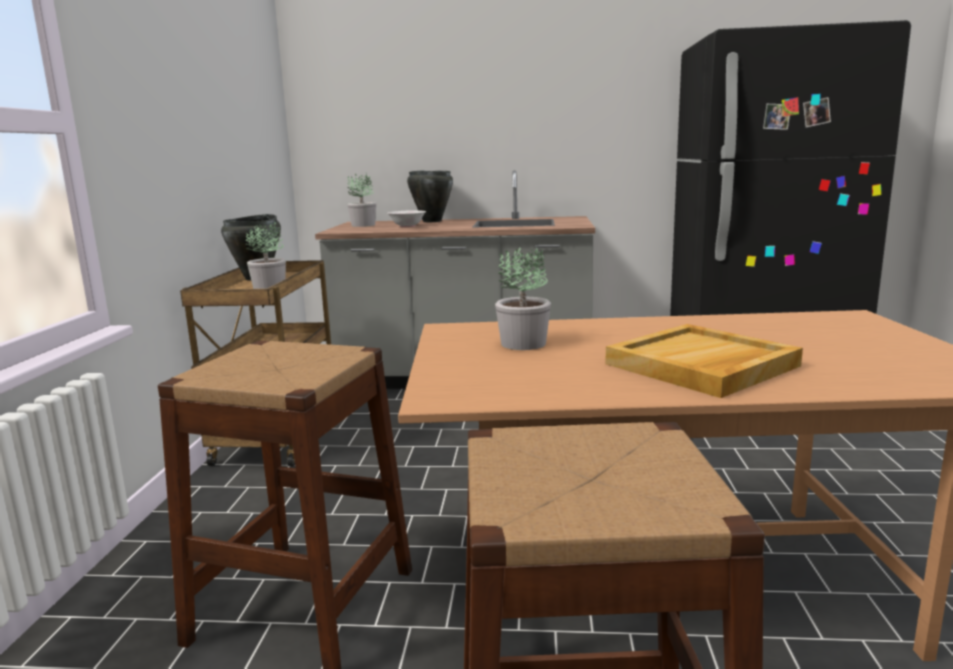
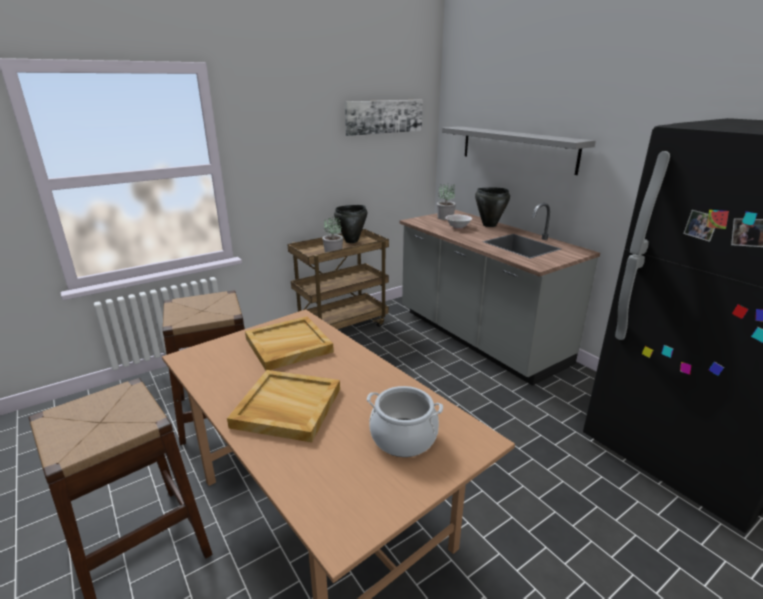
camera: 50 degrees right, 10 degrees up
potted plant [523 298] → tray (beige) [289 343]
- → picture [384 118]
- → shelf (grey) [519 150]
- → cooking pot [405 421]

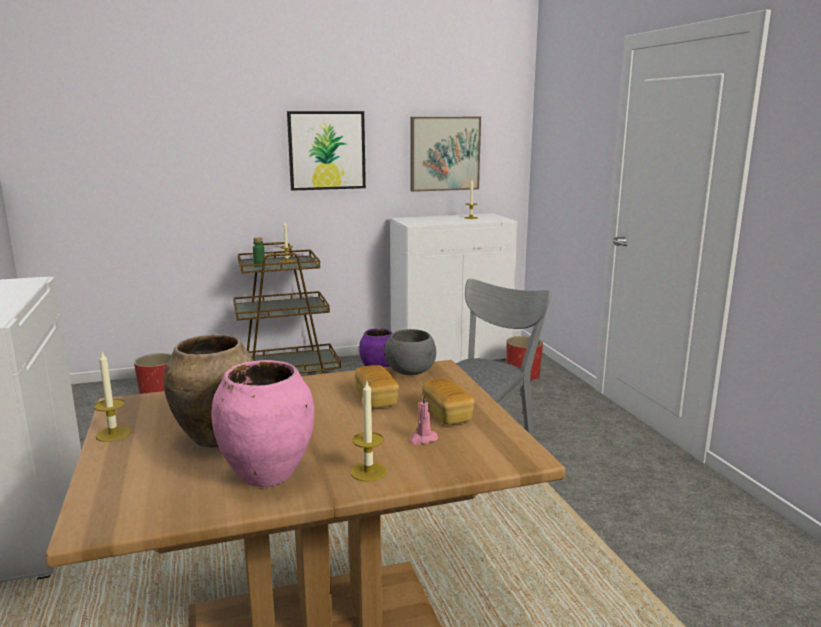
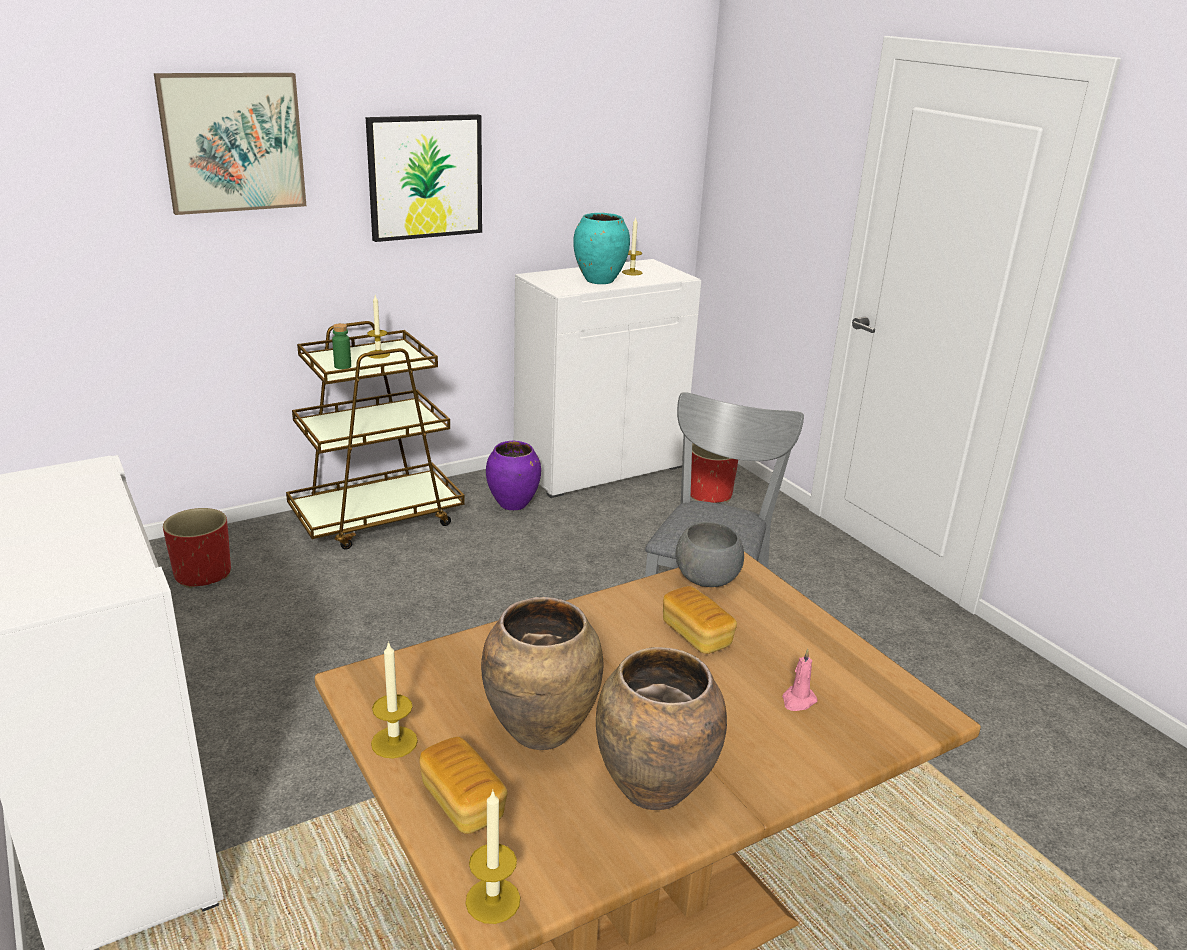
camera: 15 degrees left, 10 degrees up
picture [445 154] → picture [230 144], moved
vase (pink) [262 423] → vase (brown) [661 728]
bread [448 401] → bread [463 785], moved
candle [368 432] → candle [492 856], moved
- → vase (turquoise) [601 248]

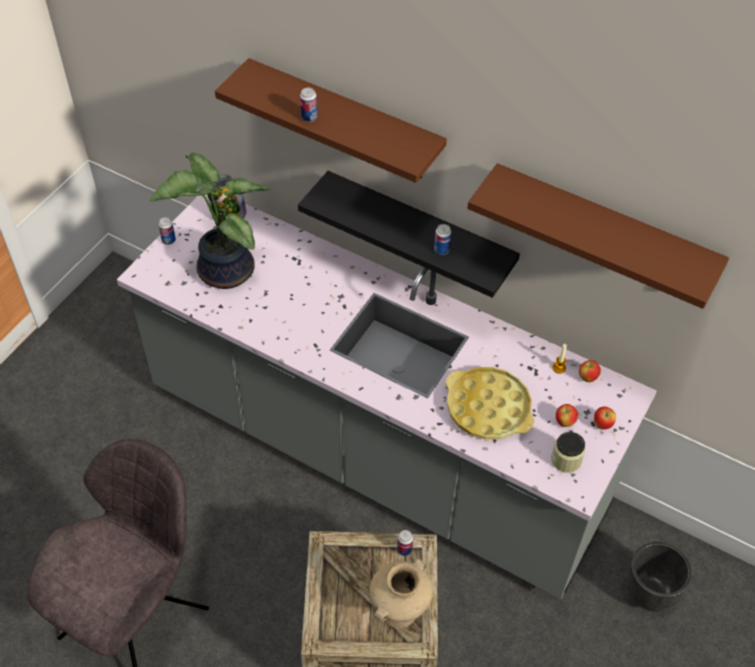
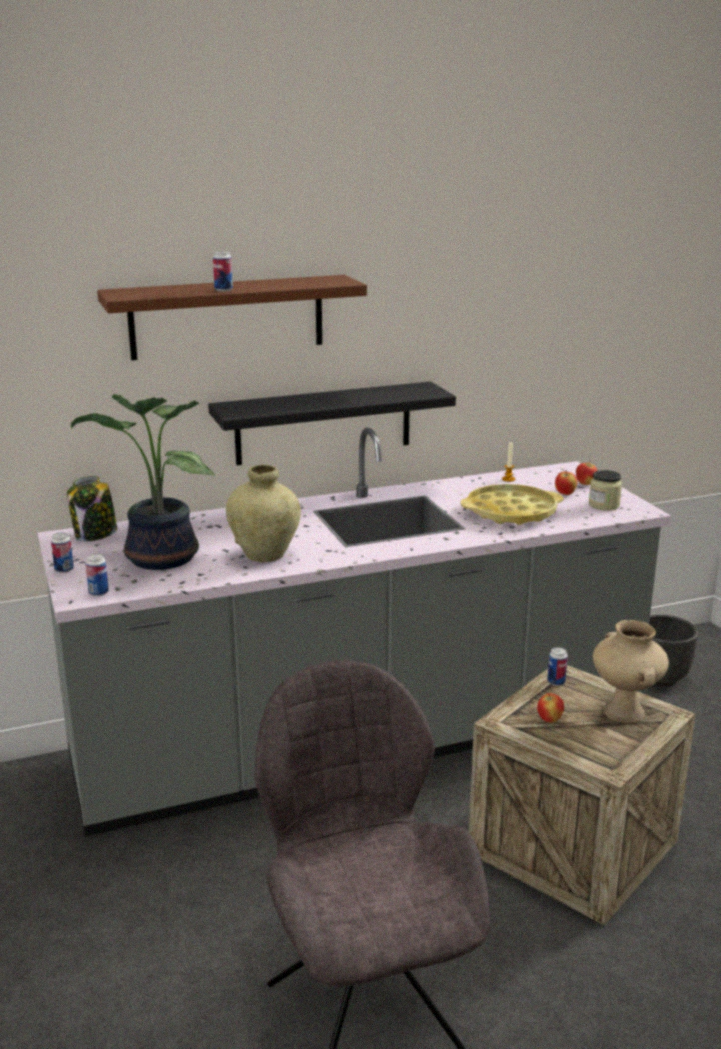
camera: 50 degrees left, 30 degrees down
shelf (brown) [598 236] → -
can [442 239] → can [97 575], moved
apple [590 371] → apple [550 708], moved
- → vase (beige) [263 513]

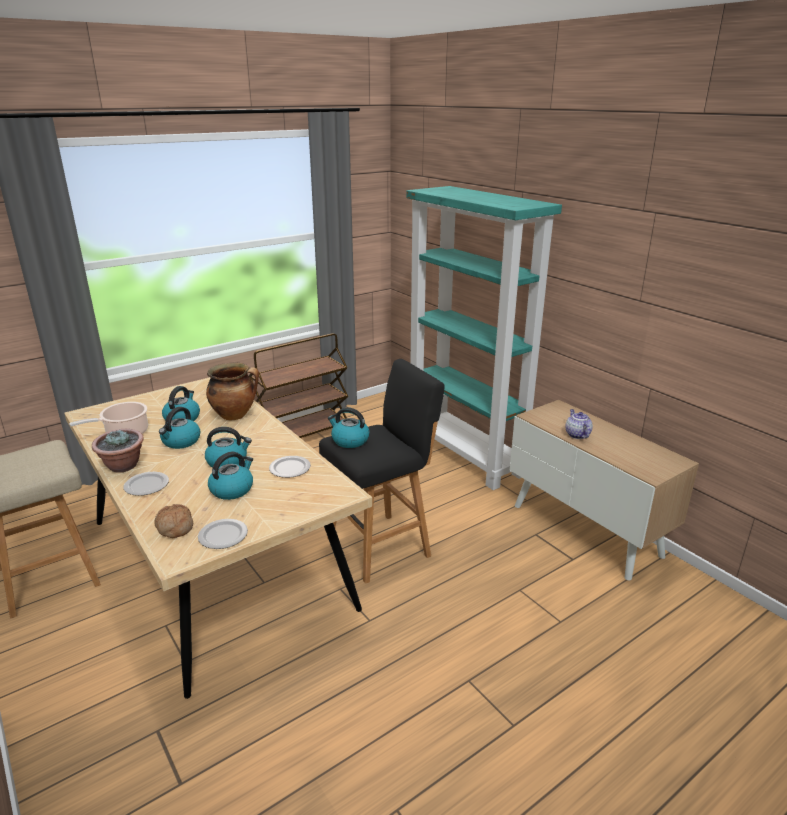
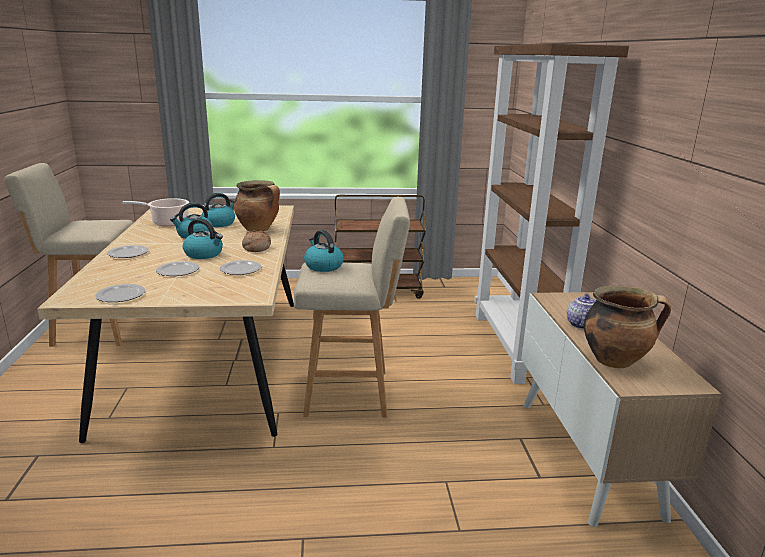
camera: 30 degrees right, 5 degrees down
bookcase (turquoise) [484 338] → bookcase (brown) [551 213]
stool (black) [382 471] → stool (beige) [352 307]
potted plant [118 451] → -
kettle [230 476] → plate [177 268]
bread [173 521] → bread [256 241], moved
- → cooking pot [627 326]

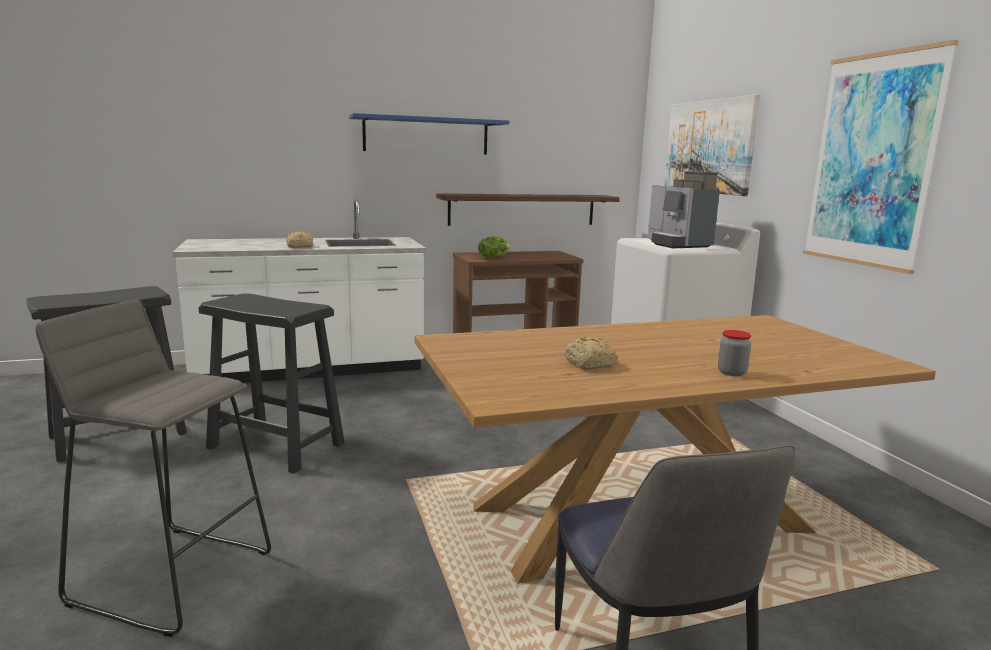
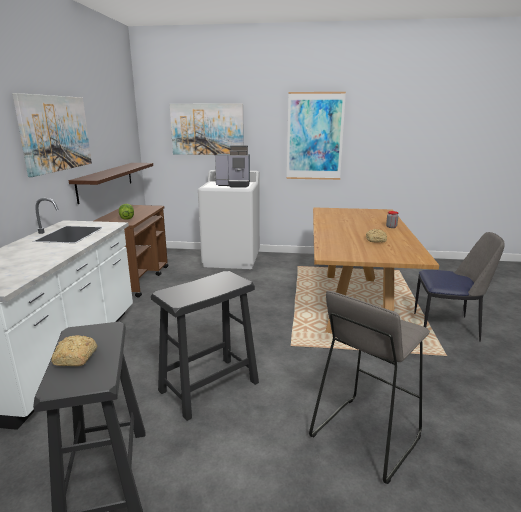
camera: 65 degrees left, 5 degrees up
shelf (blue) [429 134] → picture [52 135]
bread [299 240] → bread [74 350], moved

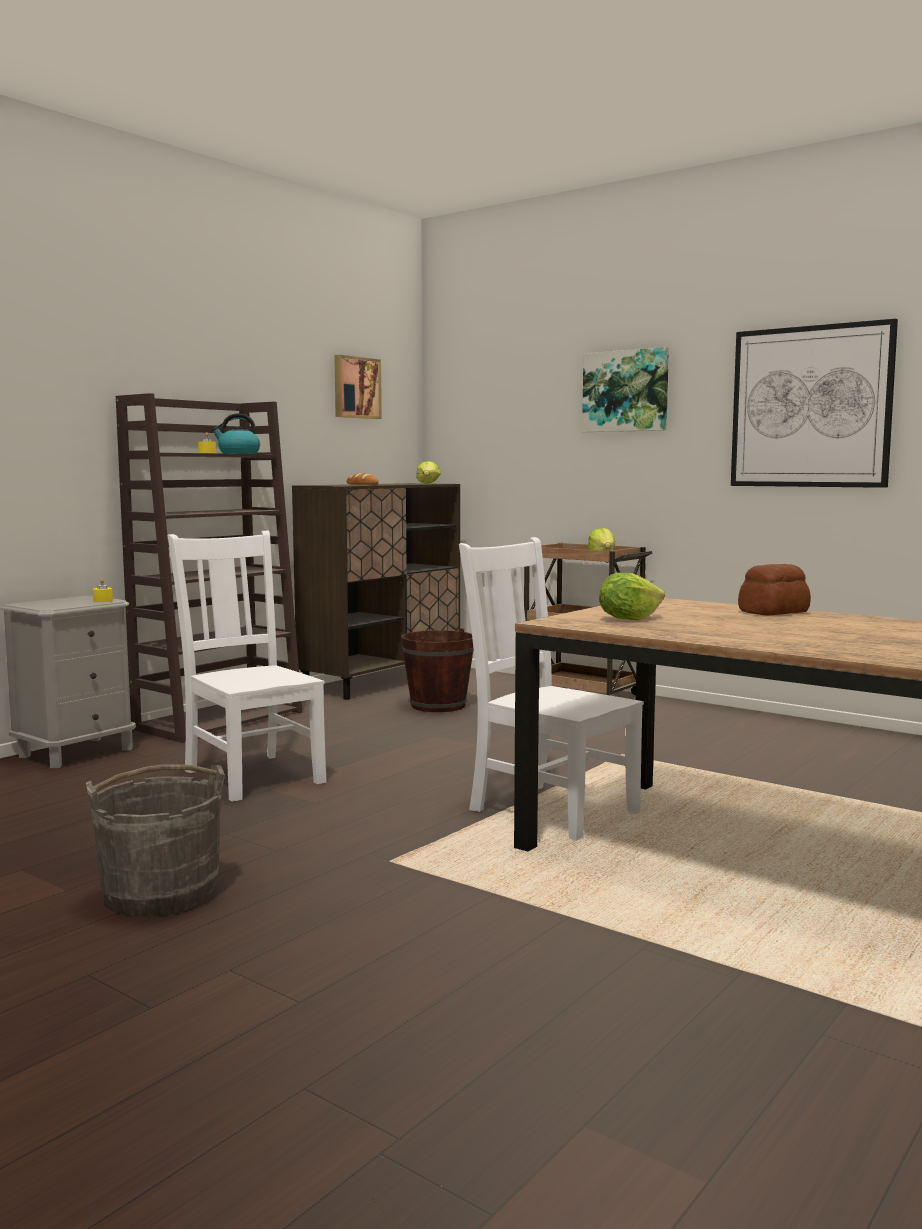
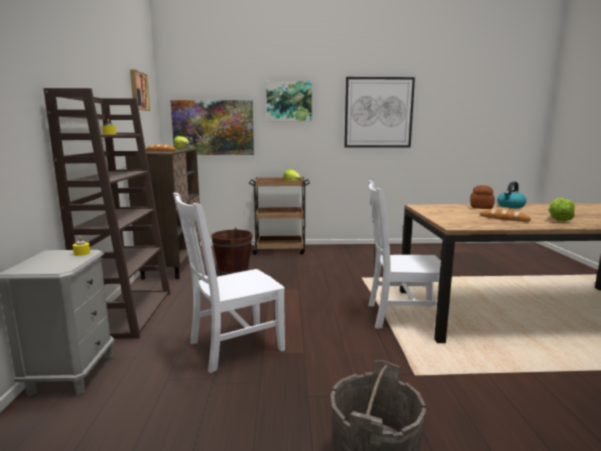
camera: 40 degrees left, 5 degrees up
kettle [236 433] → kettle [512 194], moved
chair (white) [247 666] → chair (white) [229 282], 45 degrees counterclockwise
lettuce [632 597] → lettuce [562 209], moved
- → picture [212 127]
- → bread [505 215]

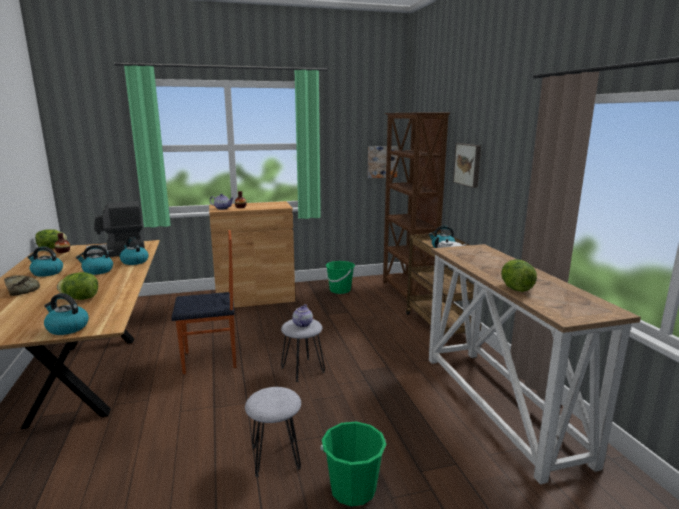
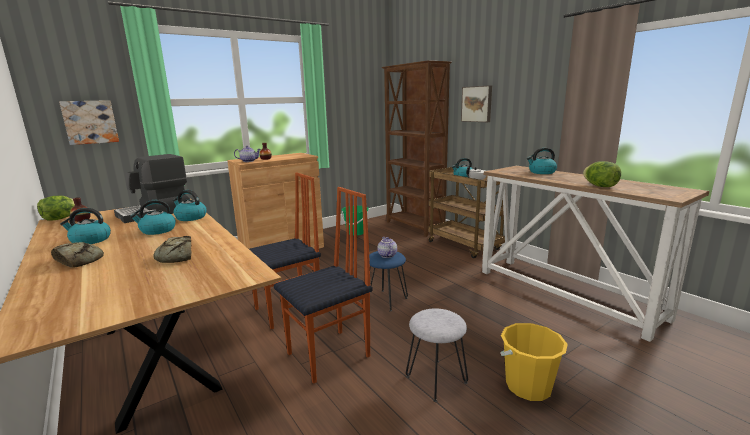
camera: 20 degrees left, 0 degrees up
picture [383 162] → picture [89 122], moved
lettuce [77 286] → bread [172 249]
kettle [66 314] → kettle [542 161], moved
stool (grey) [303 350] → stool (blue) [388 281]
bucket (green) [353 463] → bucket (yellow) [534 362]
- → chair [323 285]

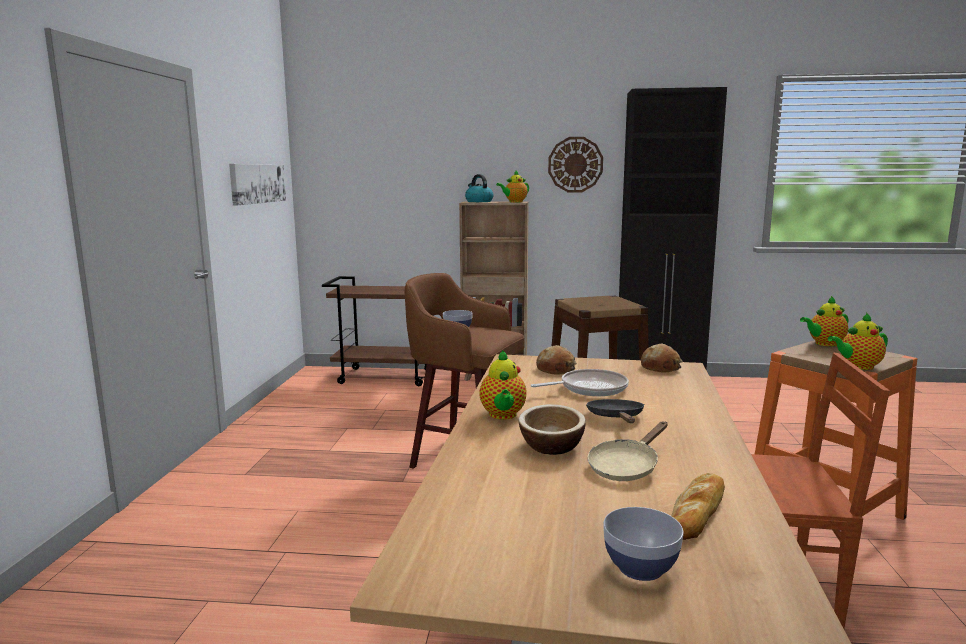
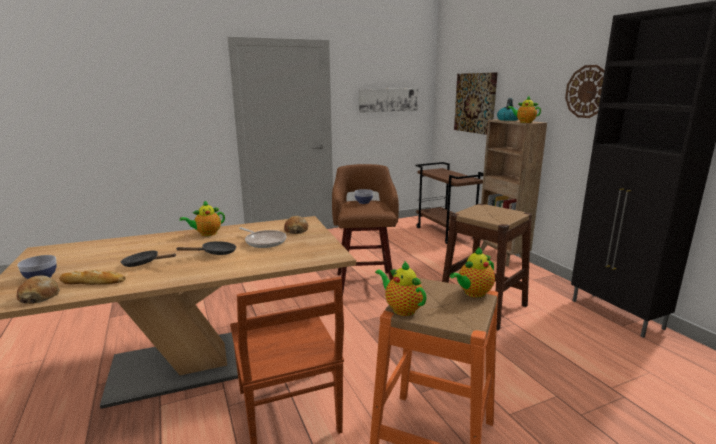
camera: 60 degrees right, 5 degrees up
teapot [824 321] → teapot [472 272], 75 degrees counterclockwise
bread [662 358] → bread [38 289], moved
bowl [552 429] → -
frying pan (beige) [627 451] → frying pan (black) [148 258]
- → picture [475 104]

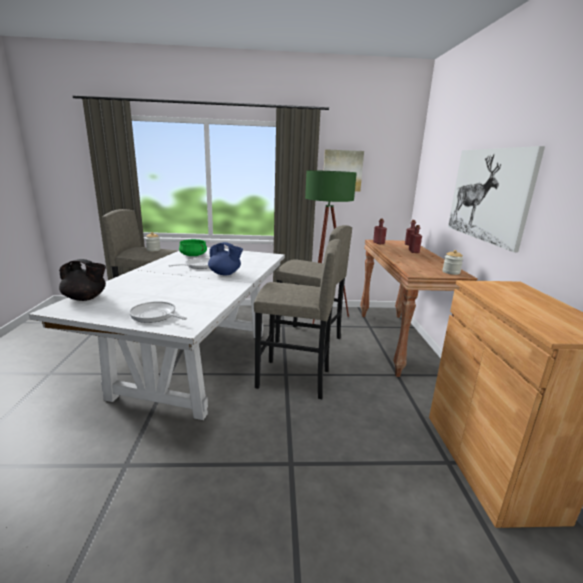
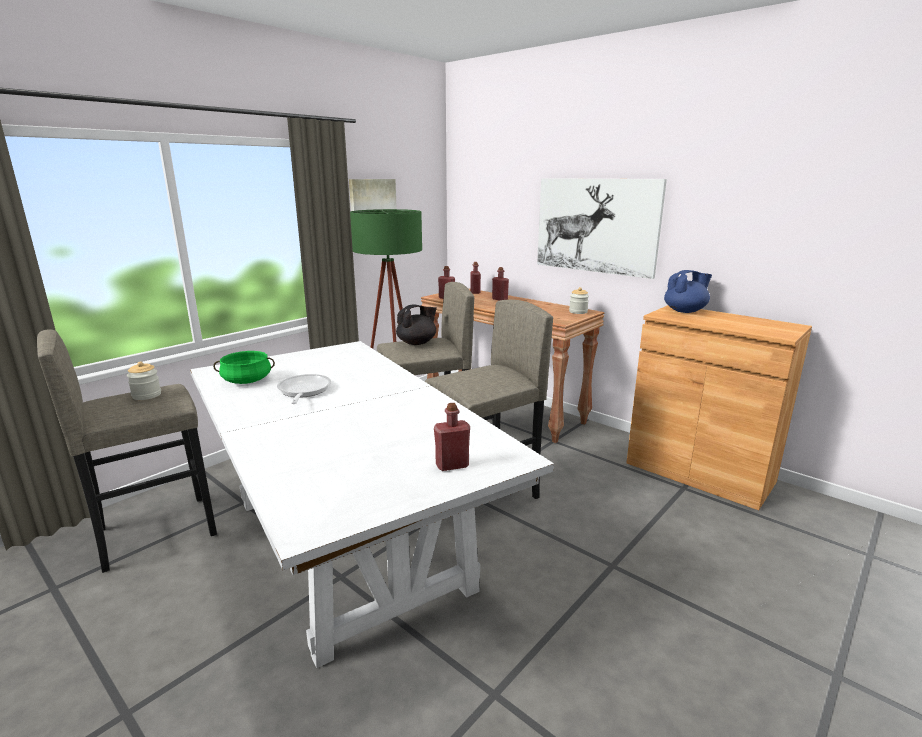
camera: 45 degrees left, 0 degrees up
teapot (blue) [225 259] → teapot (blue) [688 291], moved
teapot (black) [82 280] → teapot (black) [416 325], moved
frying pan [158 312] → bottle (red) [452 437]

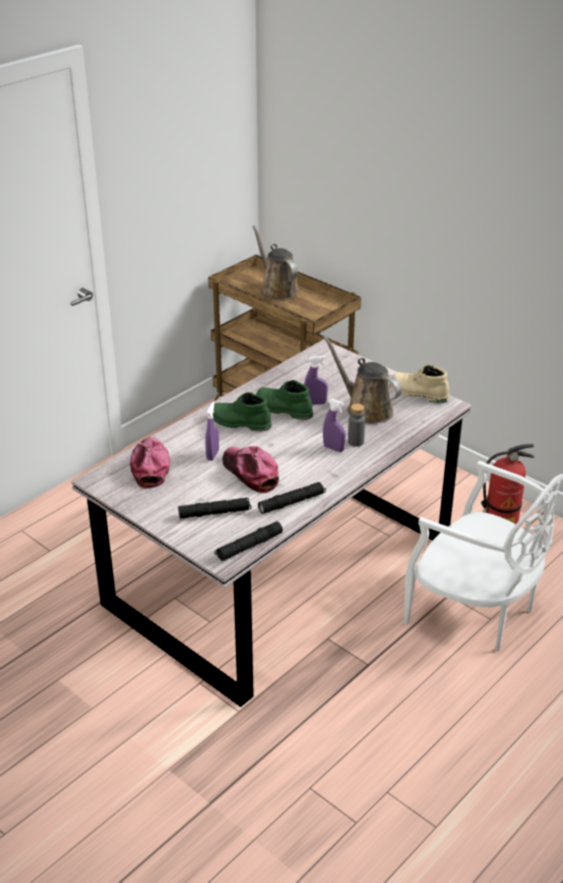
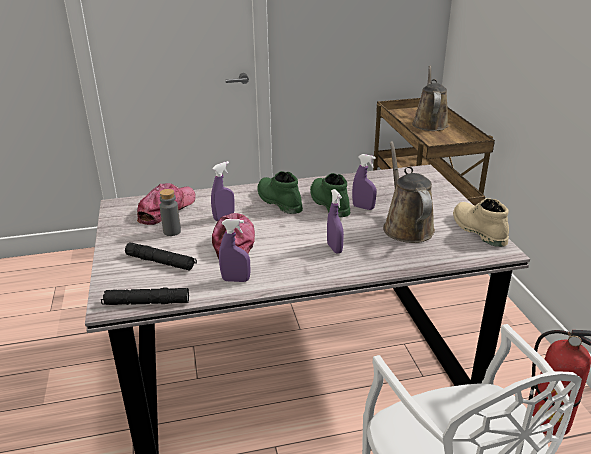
camera: 35 degrees right, 5 degrees down
bottle (grey) [356 425] → bottle (grey) [170 212], moved
flashlight (black) [292 498] → spray bottle (purple) [234 250]

